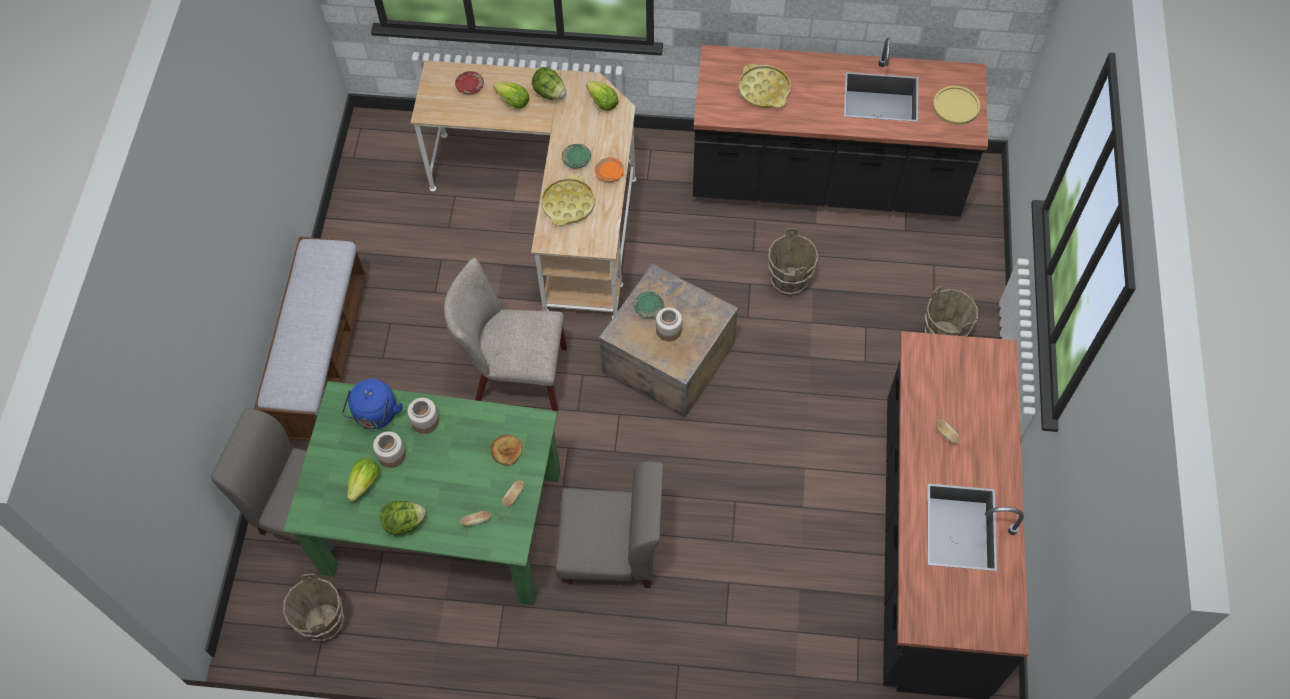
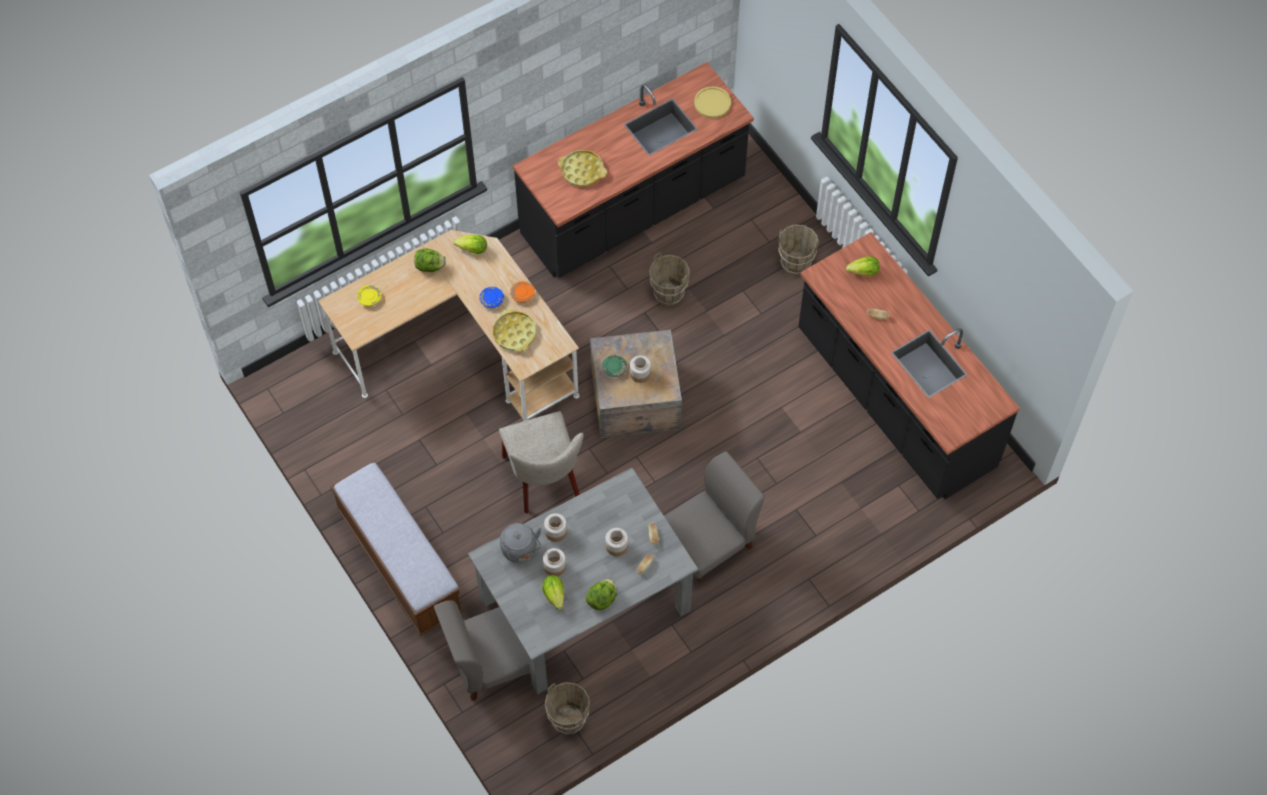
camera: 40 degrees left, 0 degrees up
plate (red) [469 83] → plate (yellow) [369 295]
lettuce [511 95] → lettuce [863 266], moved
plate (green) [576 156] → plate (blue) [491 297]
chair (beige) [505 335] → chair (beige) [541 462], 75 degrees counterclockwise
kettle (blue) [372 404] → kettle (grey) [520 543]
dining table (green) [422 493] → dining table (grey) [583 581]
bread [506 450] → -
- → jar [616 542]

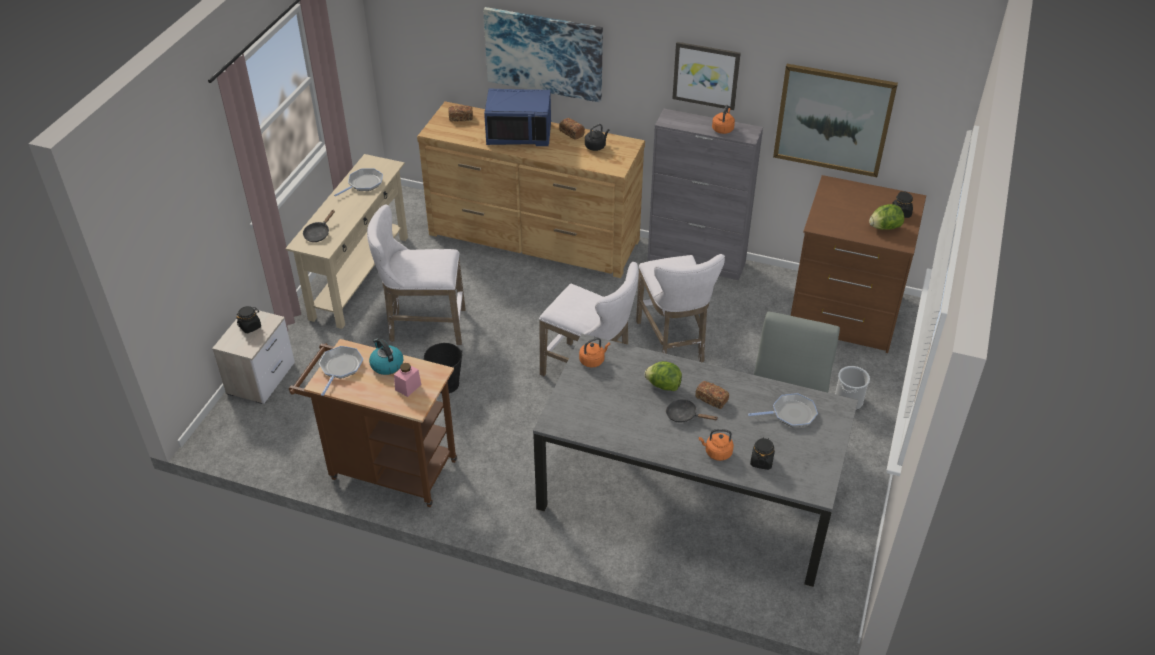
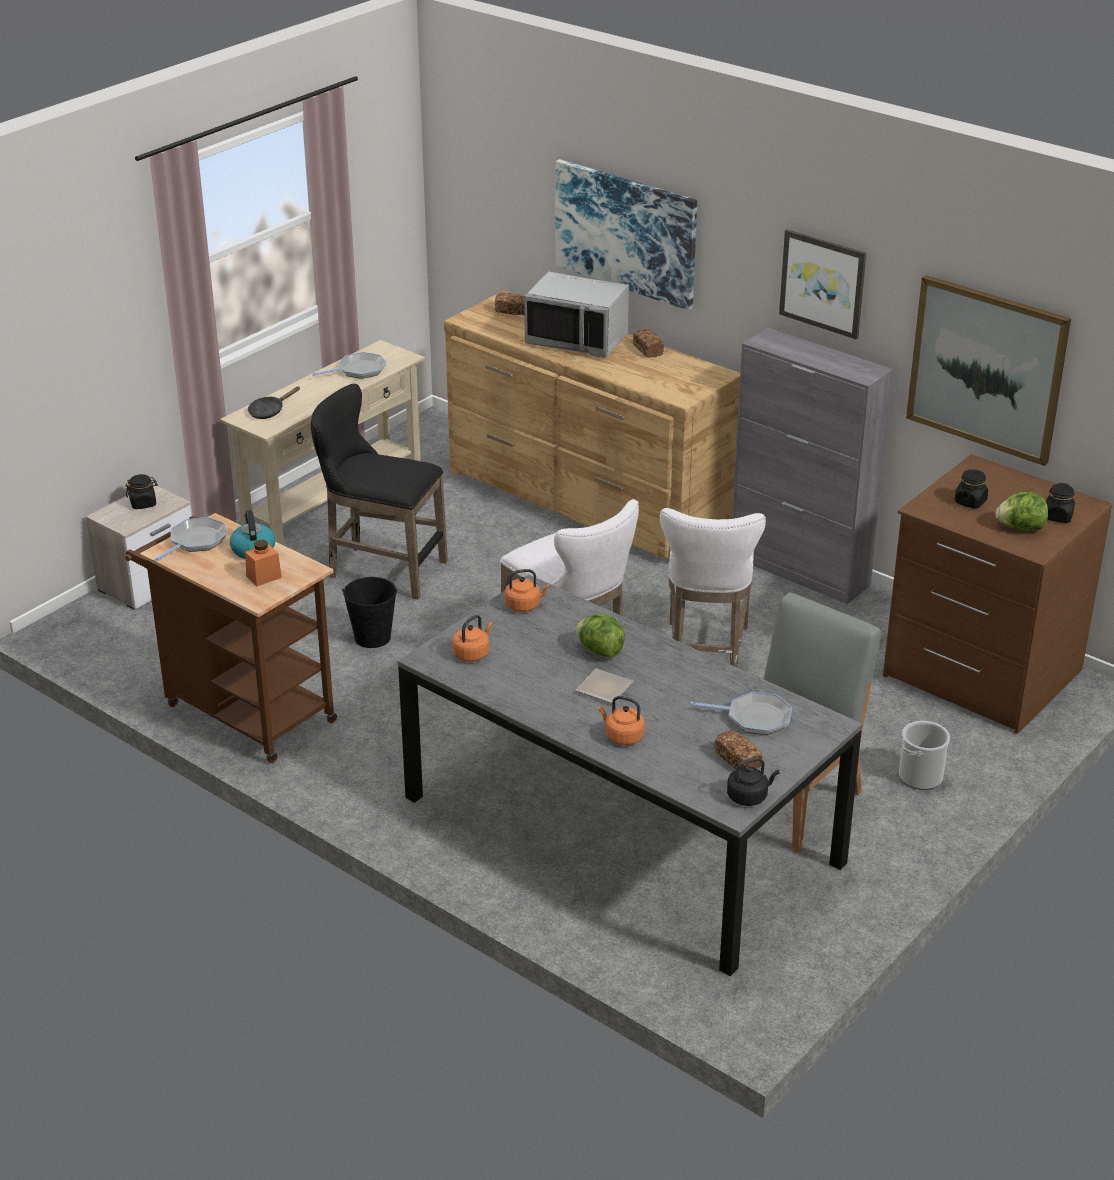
camera: 20 degrees right, 10 degrees down
microwave (blue) [517 117] → microwave (grey) [576 314]
kettle (orange) [723 119] → kettle (orange) [472 638], moved
kettle (black) [597 137] → kettle (black) [753 781], moved
stool (white) [416 274] → stool (black) [379 491]
jar (pink) [408 380] → jar (orange) [263 563]
bread [712 395] → bread [738 750], moved
frying pan (black) [692 411] → plate [604 685]
jar (black) [762 453] → jar (black) [971 489], moved

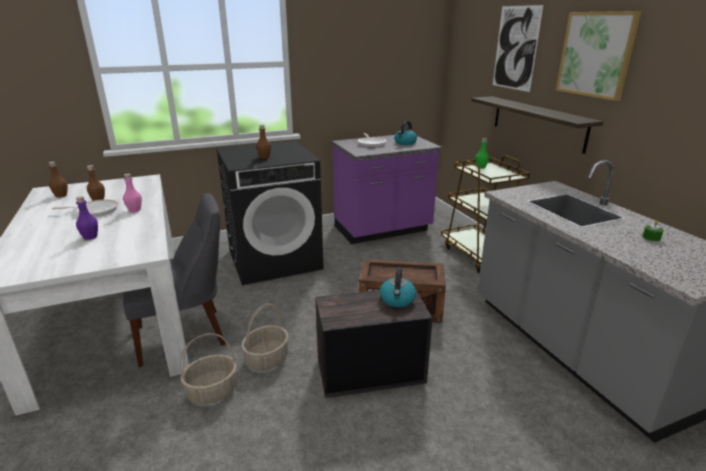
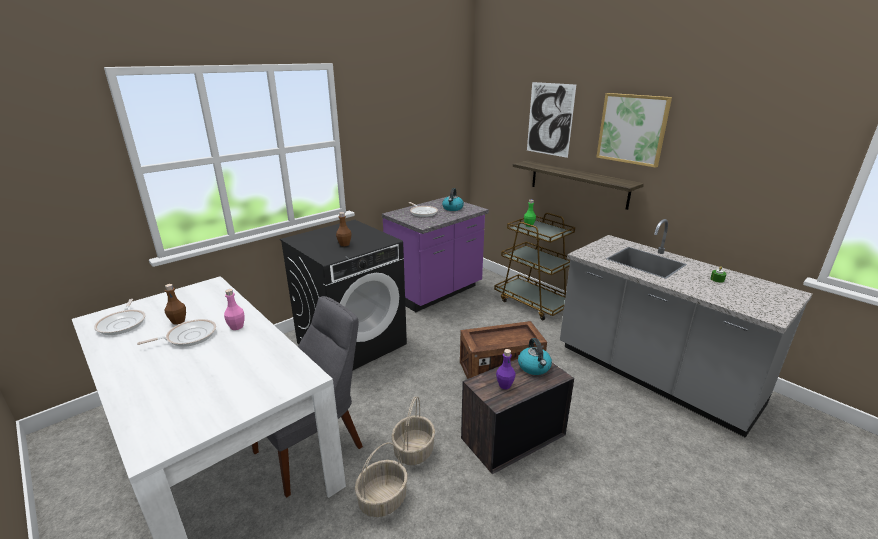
camera: 20 degrees left, 0 degrees up
bottle (brown) [58 180] → frying pan [120 317]
bottle (purple) [87 218] → bottle (purple) [506 369], moved

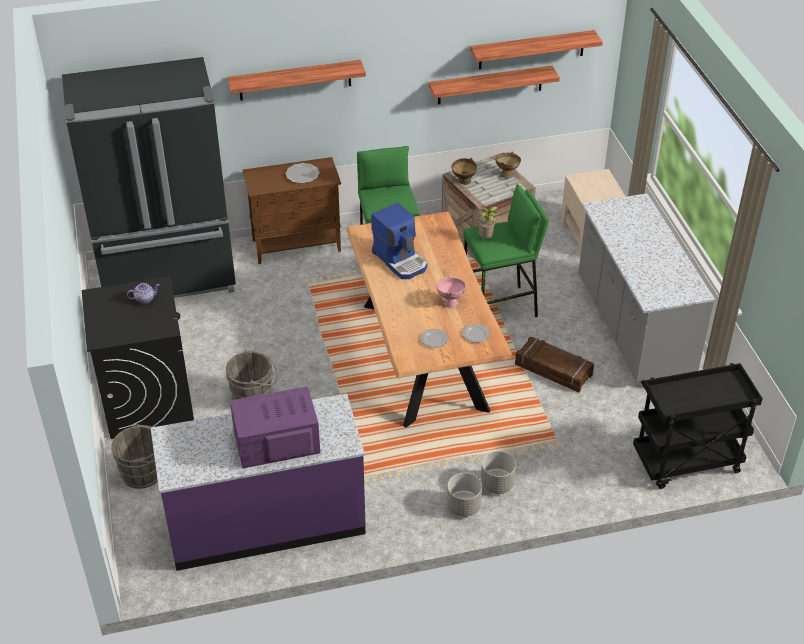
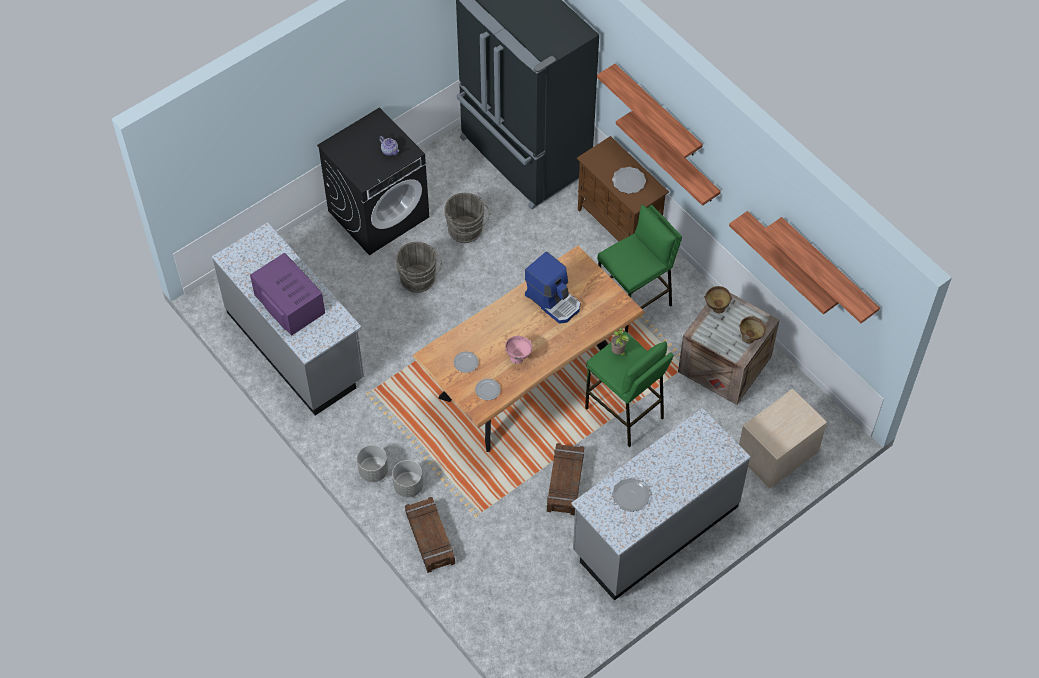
camera: 65 degrees right, 15 degrees up
coffee machine [399 241] → coffee machine [552 287], 75 degrees counterclockwise
cart (black) [698 426] → -
counter (purple) [258 482] → counter (grey) [288 319]
bucket (grey) [134 456] → bucket (grey) [467 218], moved
- → shelf [668 158]
- → plate [631 495]
- → crate [430 535]

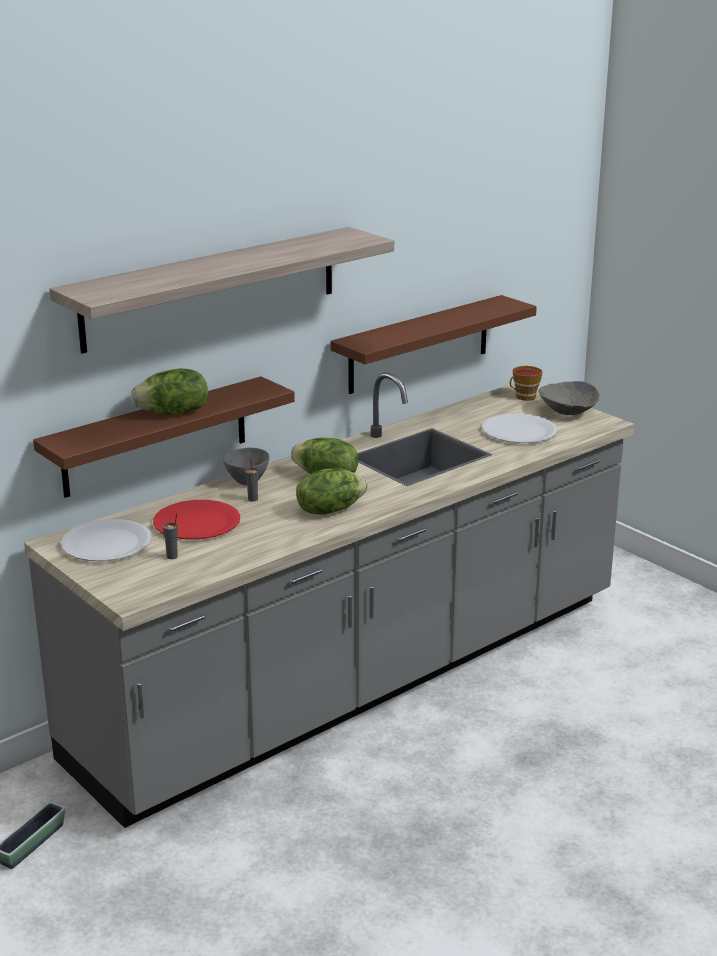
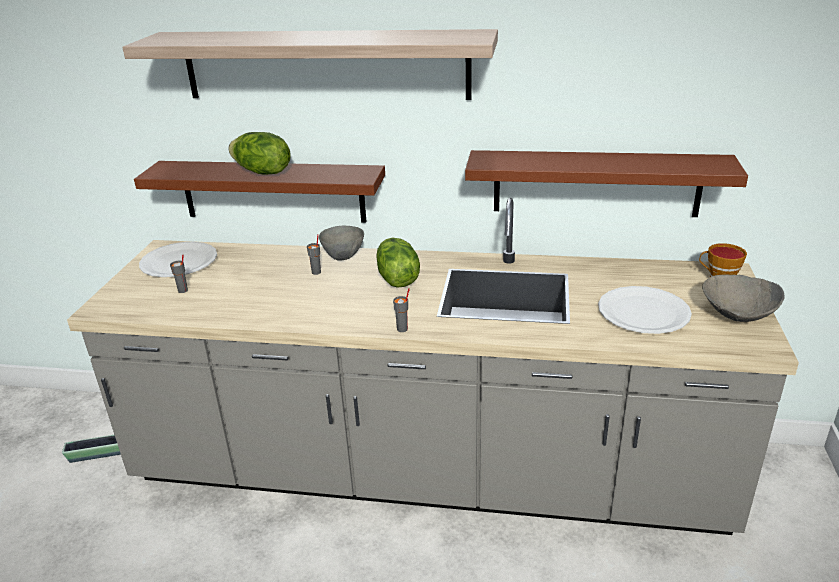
camera: 50 degrees right, 5 degrees up
lettuce [332 491] → -
plate (red) [196 519] → -
- → cup (grey) [401 310]

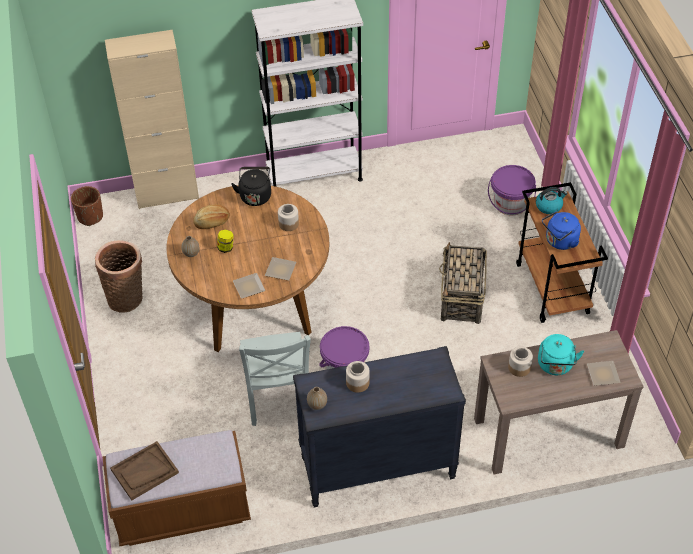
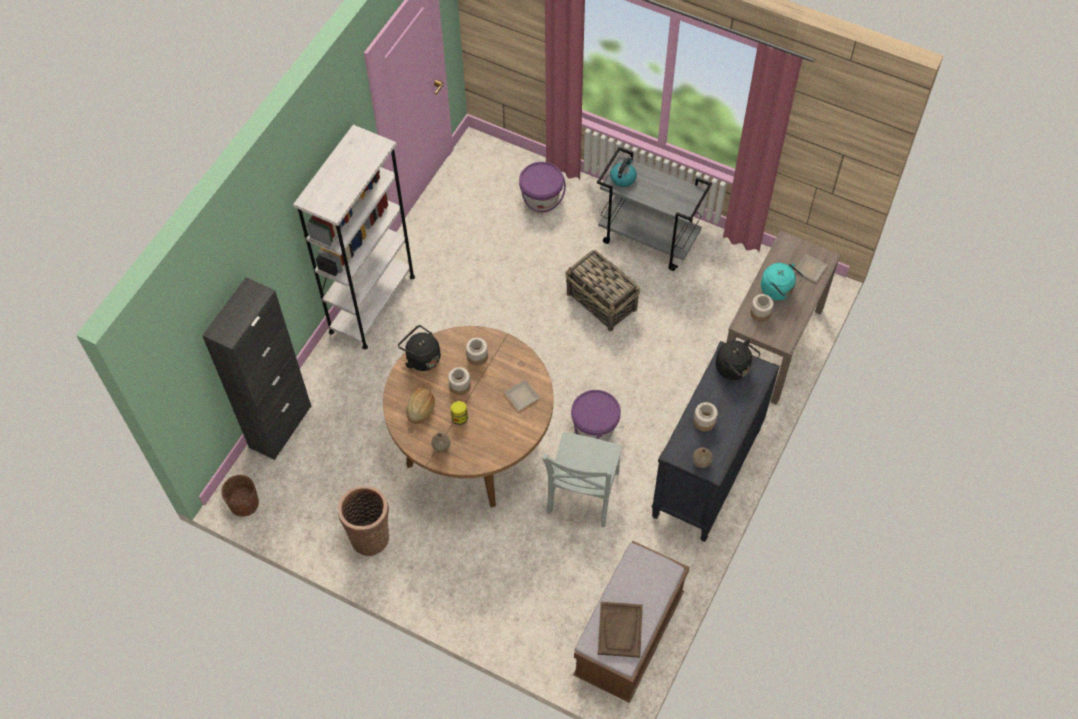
camera: 50 degrees left, 10 degrees up
cabinet (beige) [152 119] → cabinet (black) [257 368]
cart (brown) [562 252] → cart (grey) [654 209]
kettle (blue) [561 230] → -
plate [249 286] → -
chair (grey) [275 379] → chair (grey) [582 479], 75 degrees clockwise
- → kettle (black) [737 359]
- → jar [459 381]

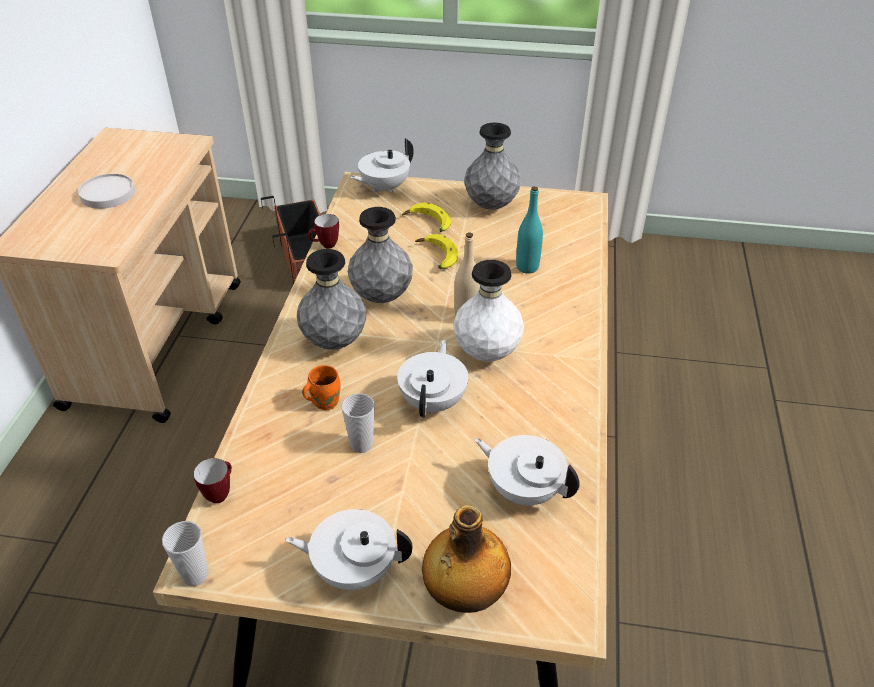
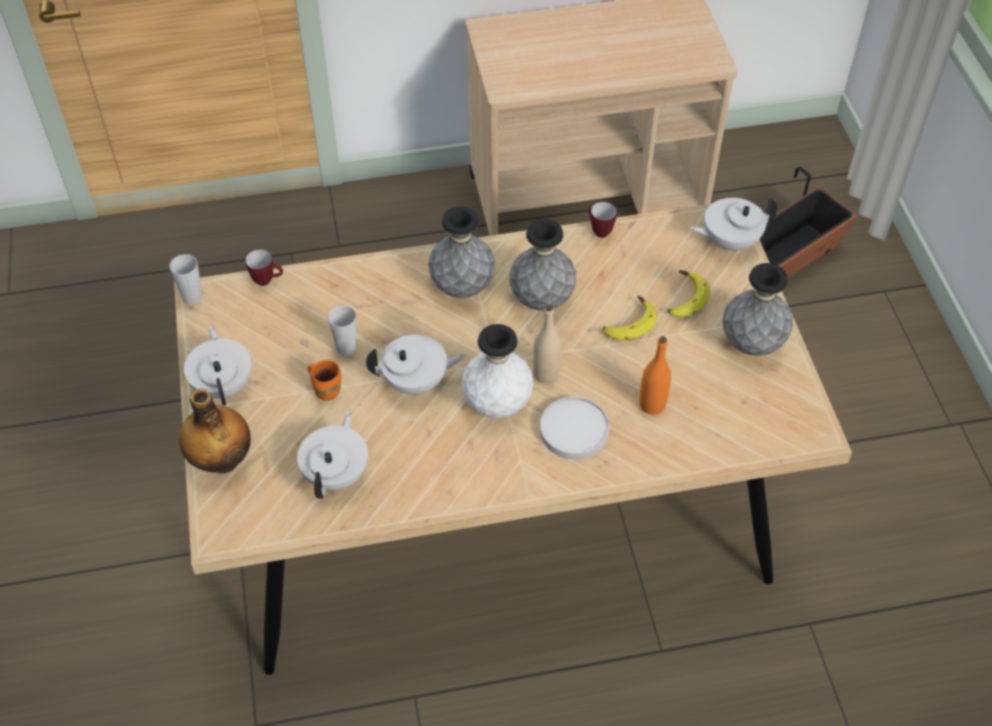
camera: 70 degrees right, 10 degrees up
teapot (white) [382 165] → teapot (white) [734 224], 45 degrees counterclockwise
plate (white) [106 191] → plate (white) [574 428], moved
bottle (turquoise) [529 230] → bottle (orange) [655 375]
mug (orange) [321 387] → mug (orange) [324 380], moved

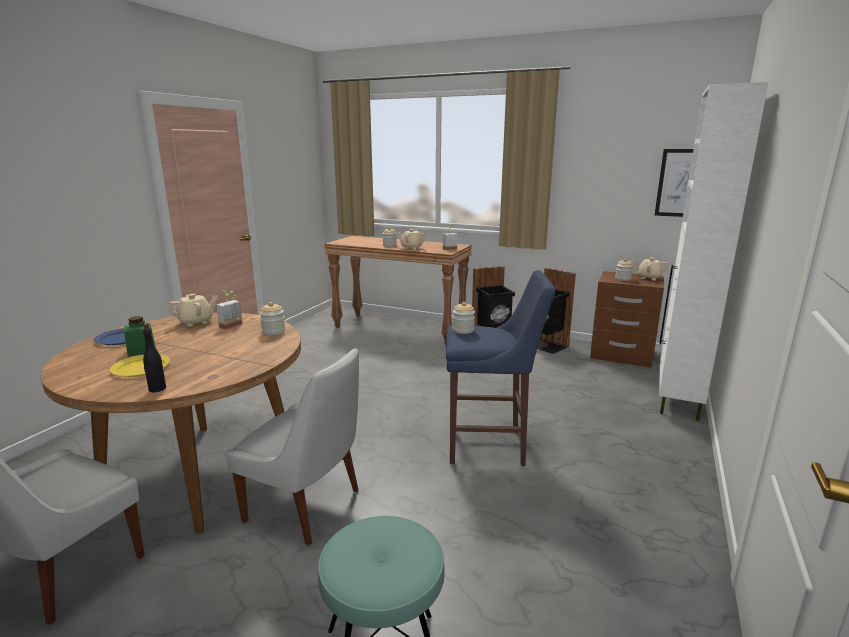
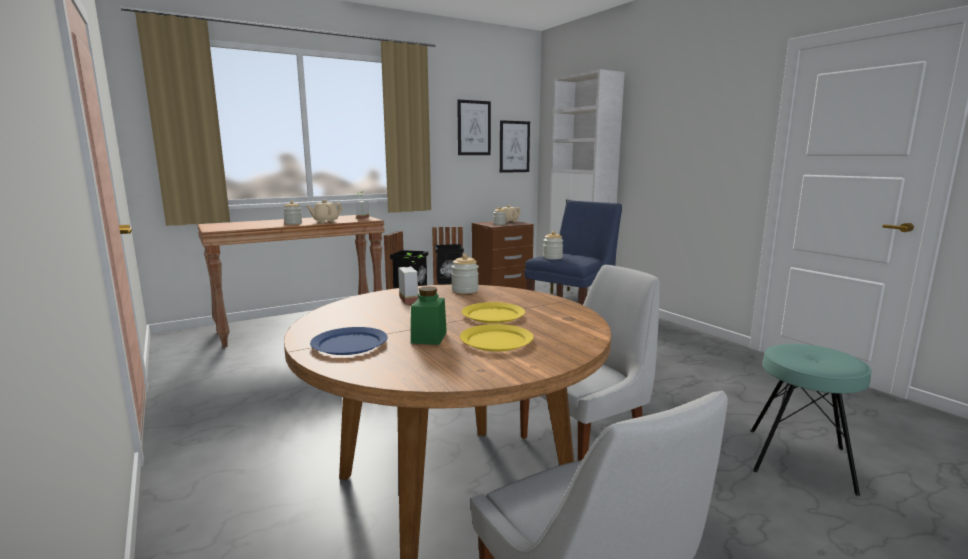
camera: 55 degrees left, 5 degrees down
teapot (beige) [192 310] → -
bottle (black) [154 358] → -
- → picture [474 127]
- → plate (yellow) [493 312]

